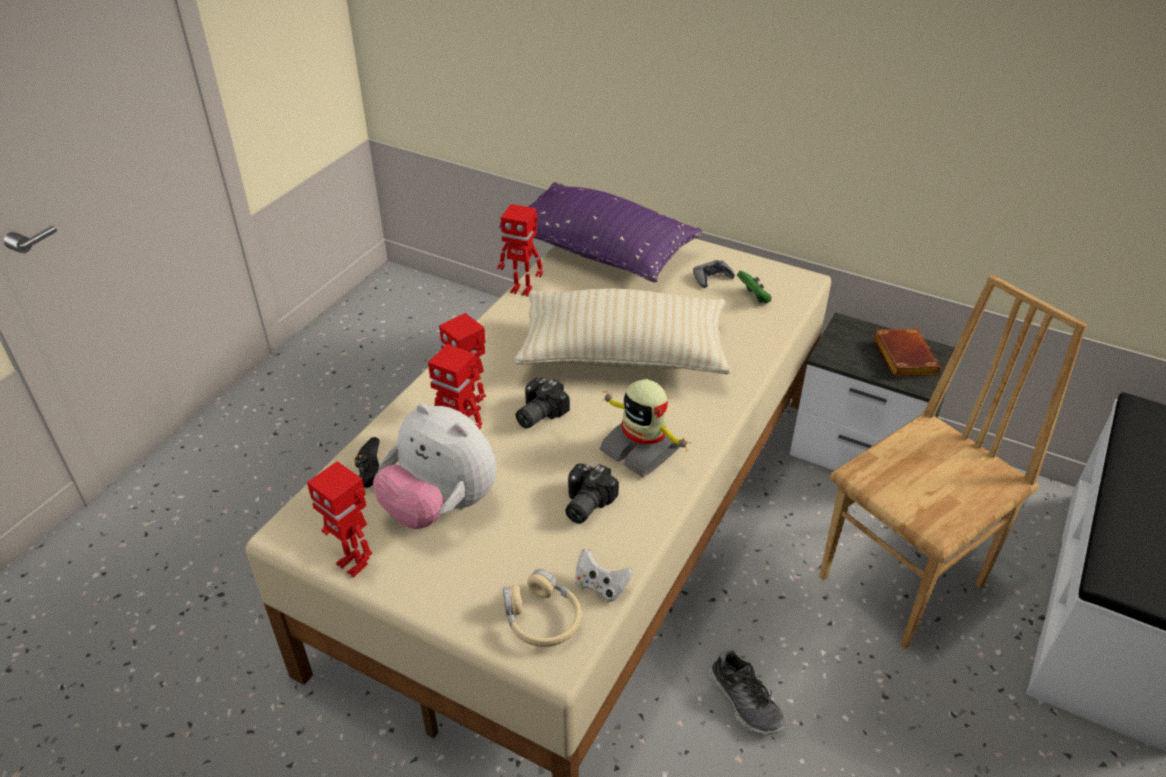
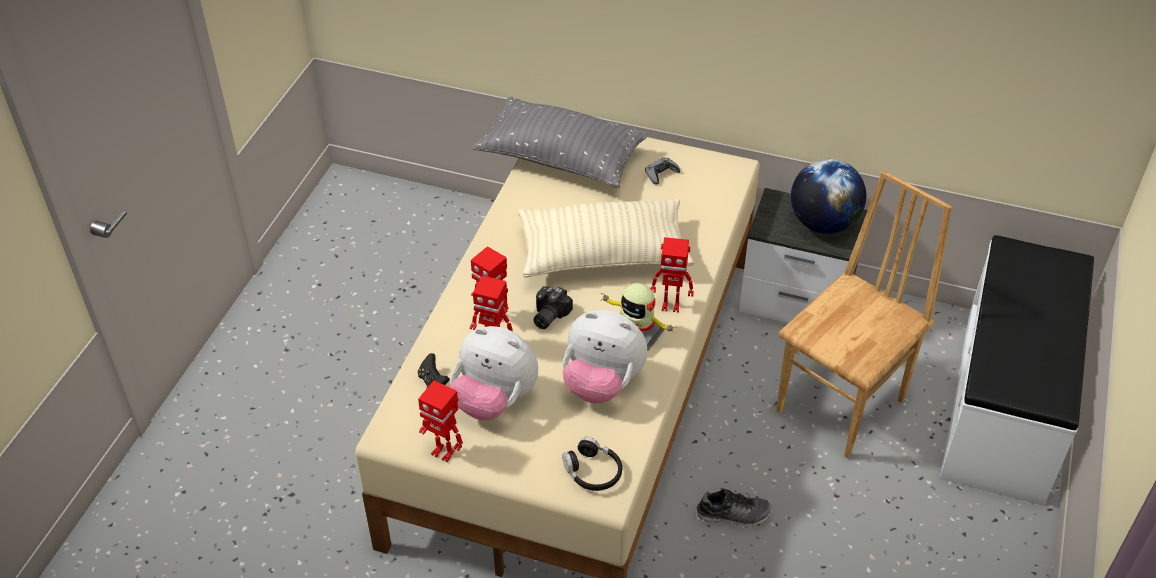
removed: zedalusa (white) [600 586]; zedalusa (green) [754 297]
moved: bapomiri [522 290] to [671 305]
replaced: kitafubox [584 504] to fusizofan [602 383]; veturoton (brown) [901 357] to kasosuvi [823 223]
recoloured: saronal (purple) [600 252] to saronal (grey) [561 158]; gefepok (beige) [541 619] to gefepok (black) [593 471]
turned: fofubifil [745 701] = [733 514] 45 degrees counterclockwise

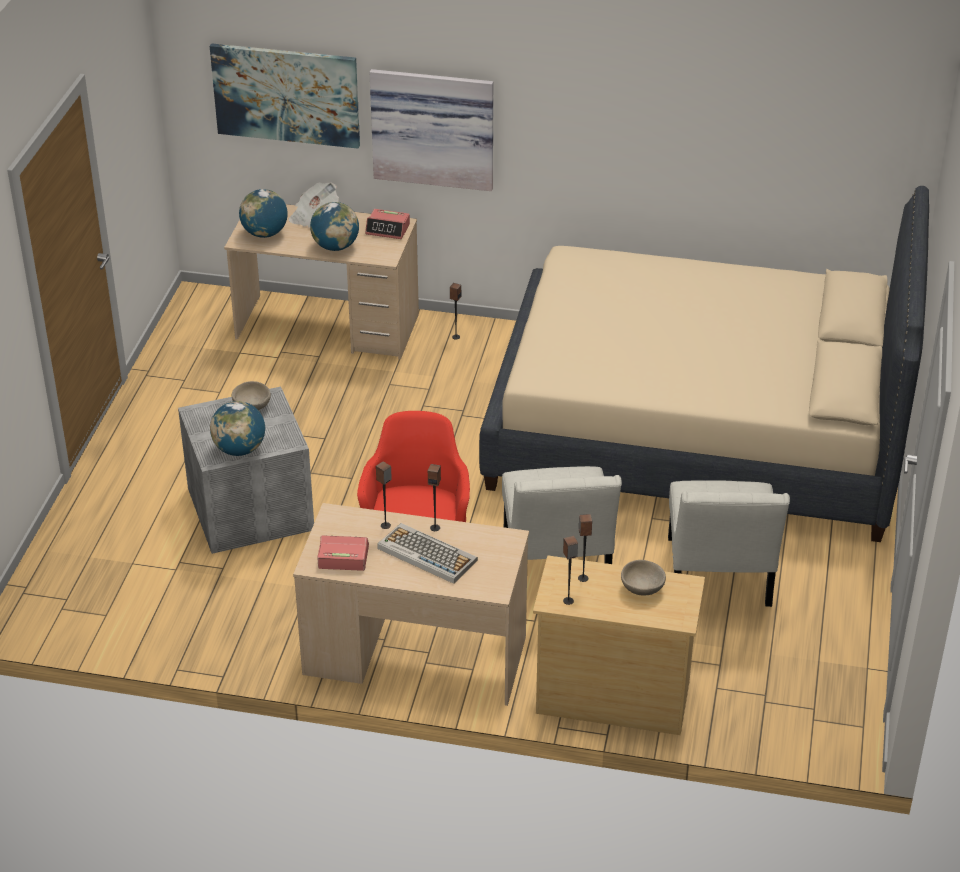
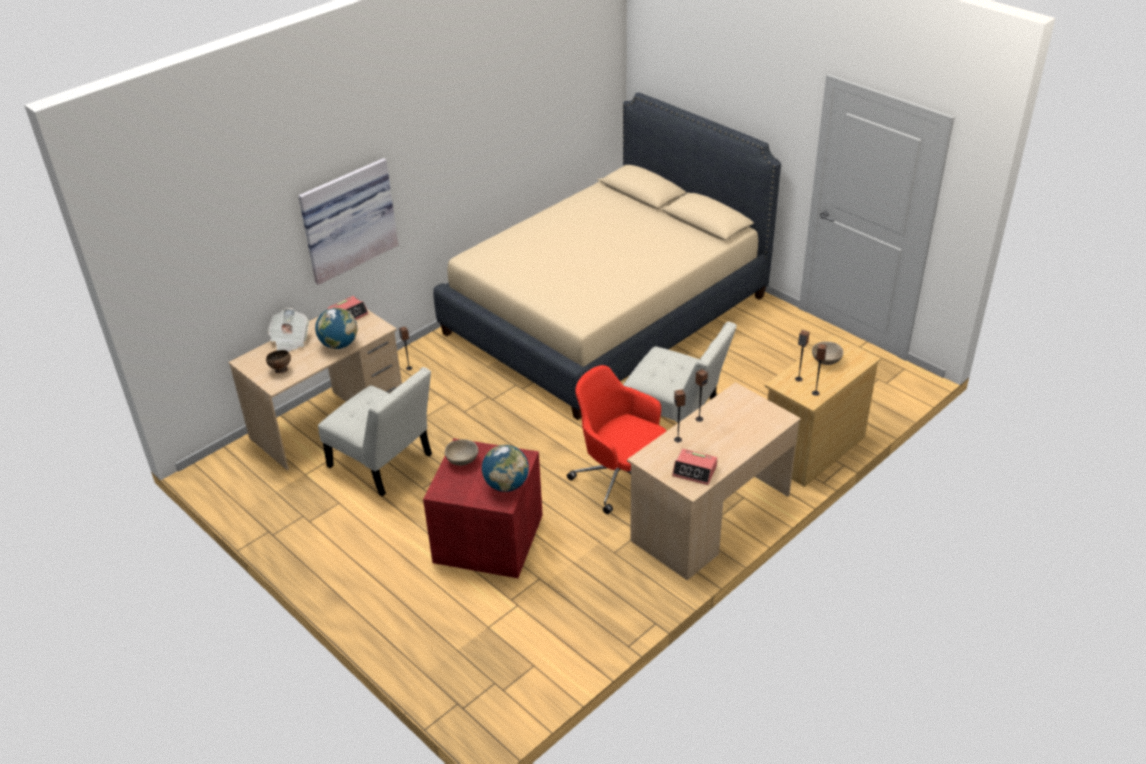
removed: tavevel [286 95]; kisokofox [426 554]
moved: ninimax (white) [718 577] to [384 463]
replaced: kasosuvi [265 233] to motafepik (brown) [280 370]
recoloured: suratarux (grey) [248 508] to suratarux (red) [486 539]
turned: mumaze [343 557] = [695 471] 105 degrees counterclockwise

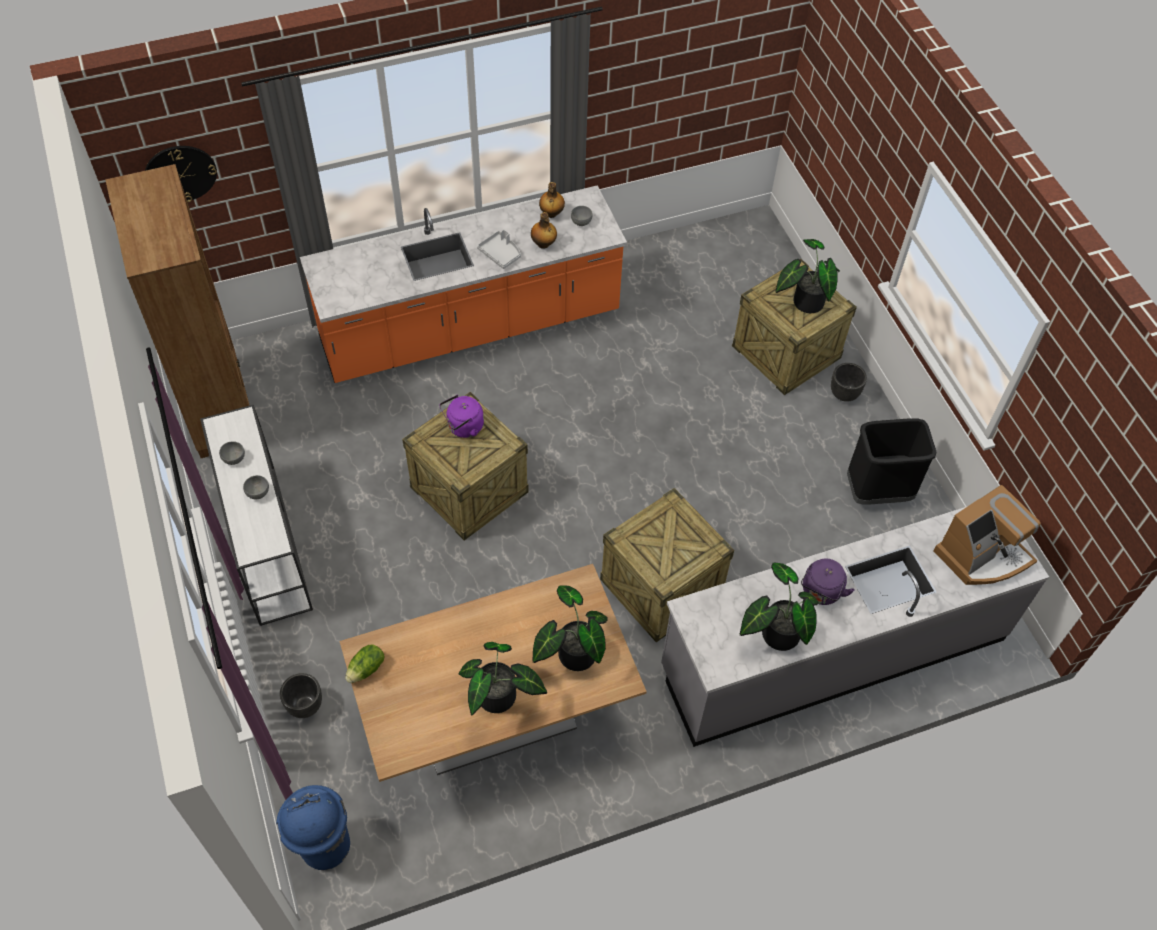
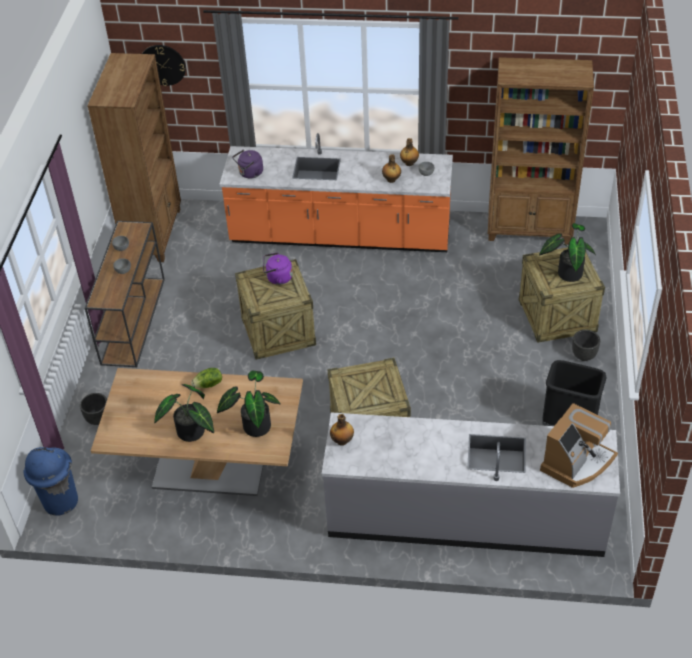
removed: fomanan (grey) [501 254]; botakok [775 633]
added: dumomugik [342 441]; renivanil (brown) [530 230]
moved: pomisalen [366 669] to [208 384]; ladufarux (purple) [821 592] to [250 173]
recoloured: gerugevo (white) [266 542] to gerugevo (brown) [133 320]
turned: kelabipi [982 555] = [577 462] 45 degrees counterclockwise

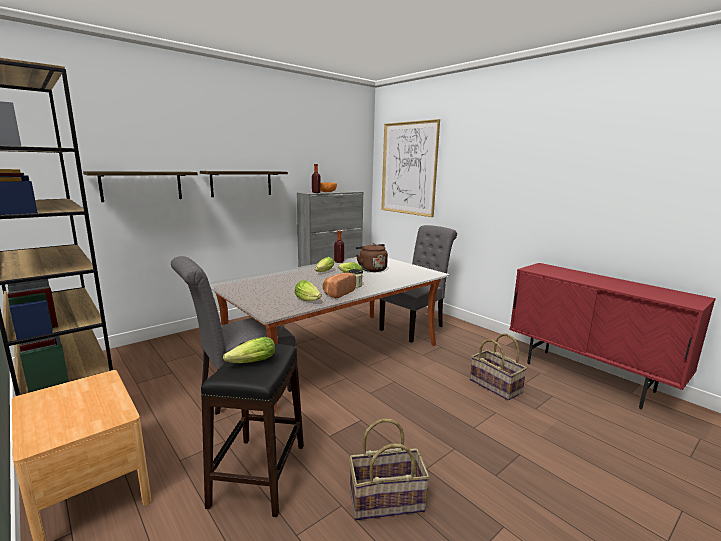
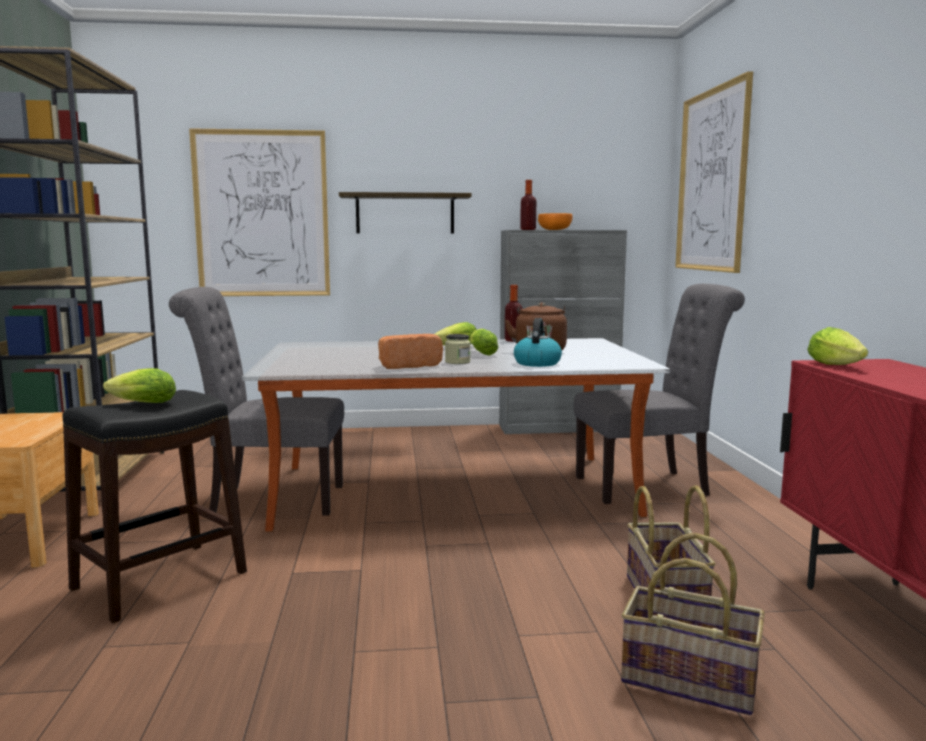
added: ladufarux [537 363]
moved: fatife [386 499] to [690 679]; pomisalen [308 300] to [837 365]
replaced: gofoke [142 186] to tavevel [262 214]

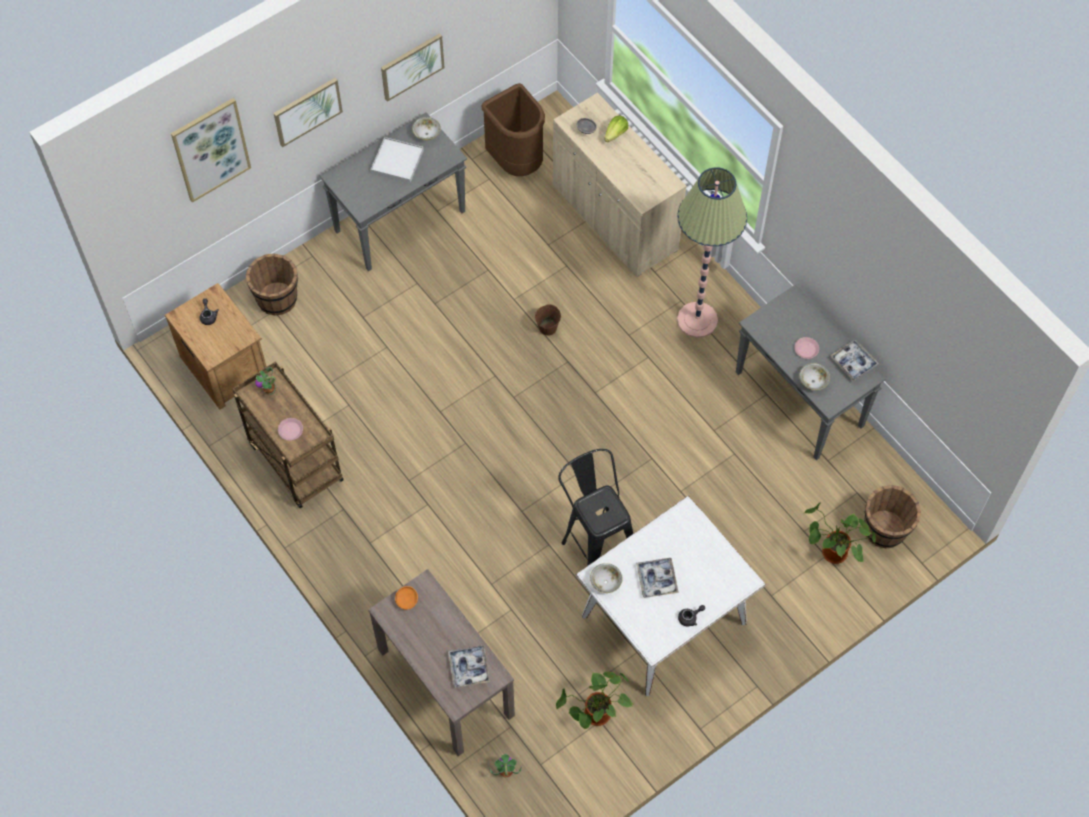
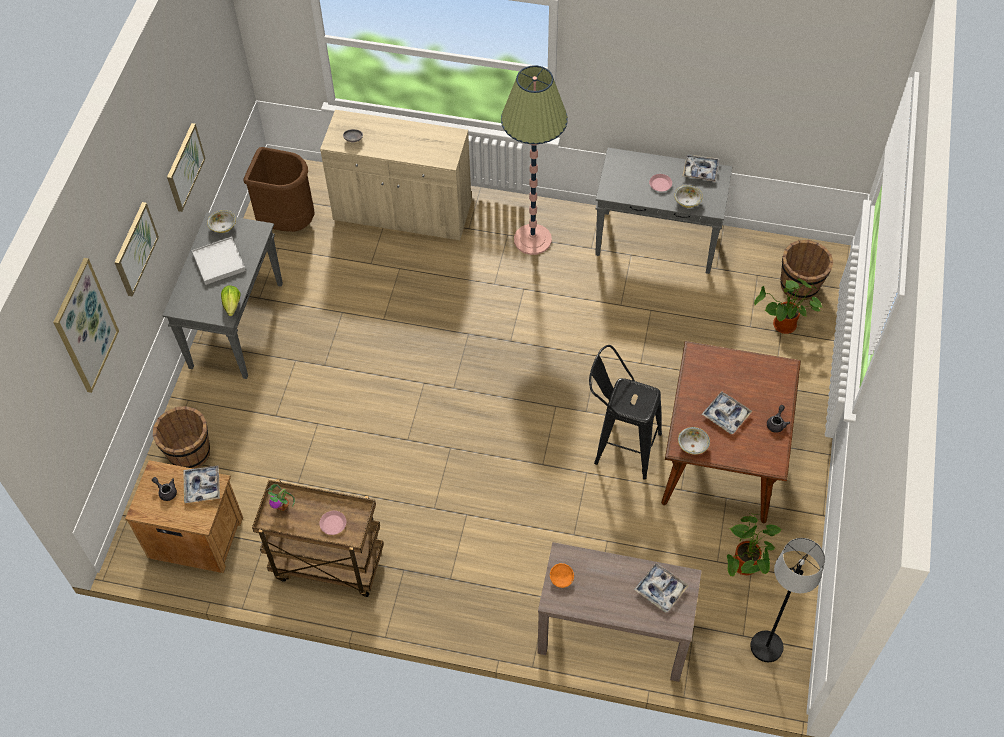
removed: botakok [505 772]; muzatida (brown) [548 327]
added: fomanan [202 486]; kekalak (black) [766 647]
moved: pomisalen [616 134] to [232 305]
recoloured: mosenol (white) [664 619] to mosenol (brown) [721 459]

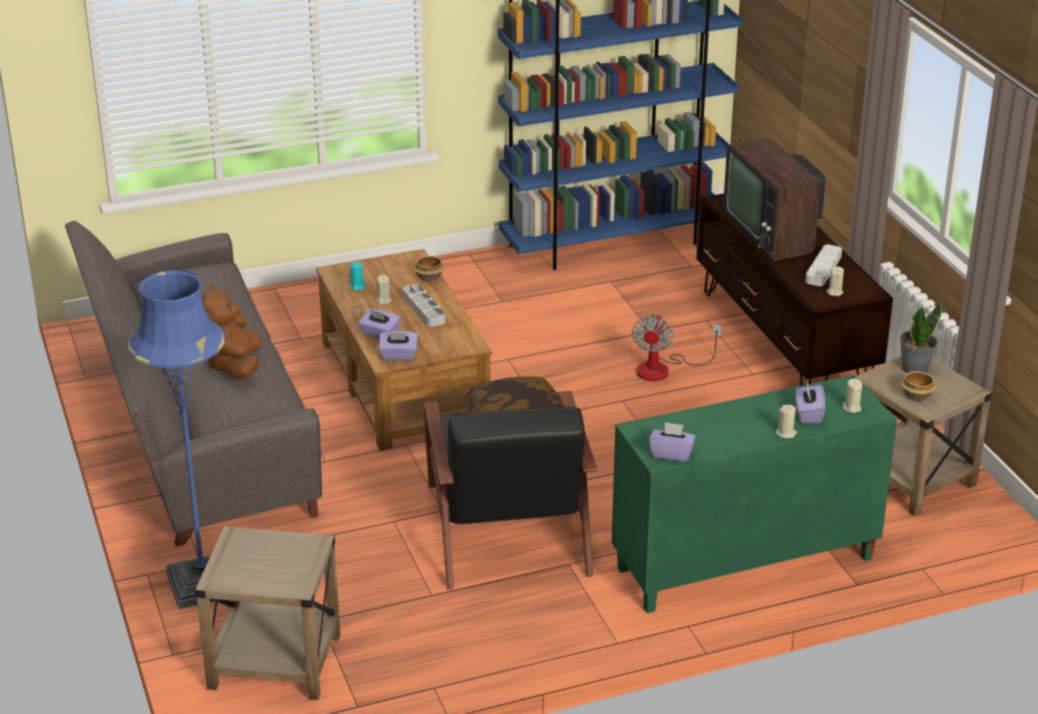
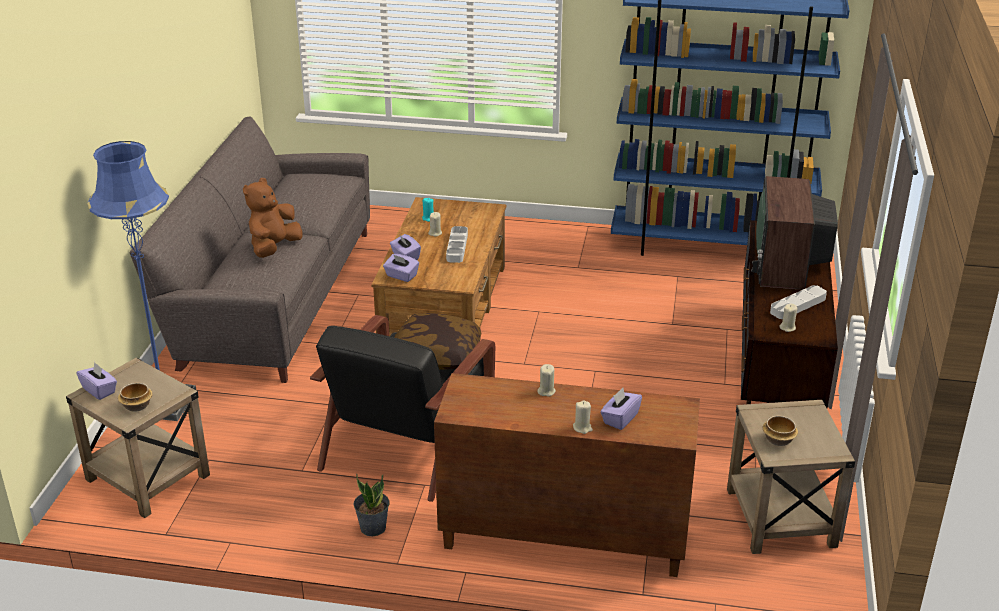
removed: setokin [663 369]
moved: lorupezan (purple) [671 454] to [99 390]; motafepik [429 278] to [136 406]; botakok [914 368] to [373 527]; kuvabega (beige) [851 408] to [546 391]
recoloured: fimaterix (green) [744 564] to fimaterix (brown) [562 539]

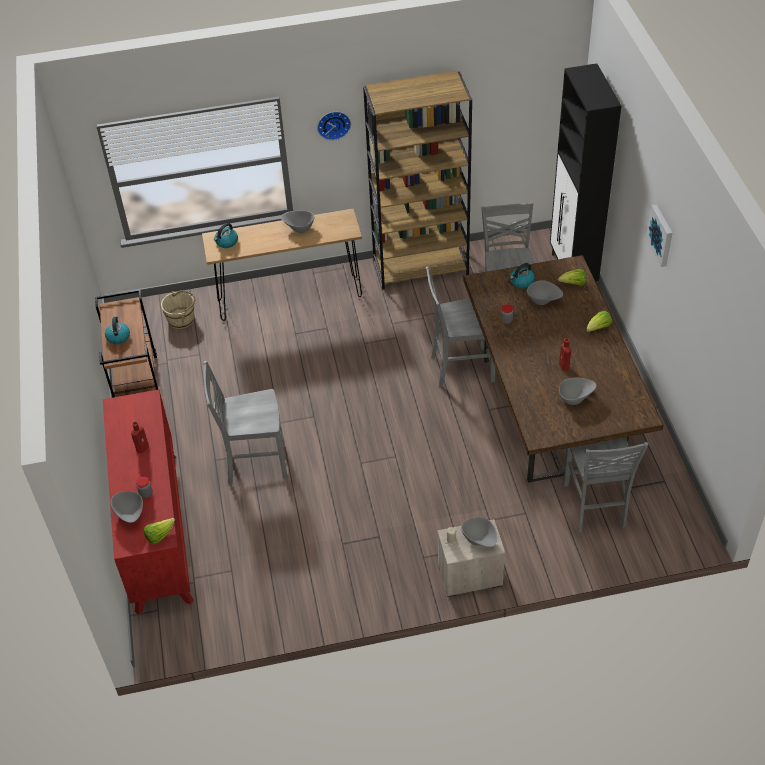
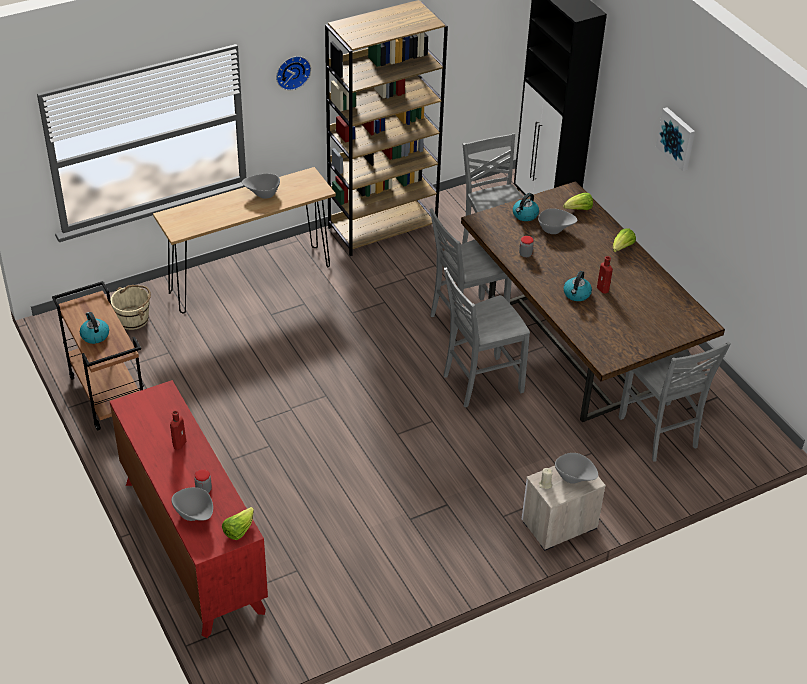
removed: motafepik (grey) [575 398]
moved: ninimax (grey) [254 462] to [480 383]; ladufarux [226 242] to [576 294]

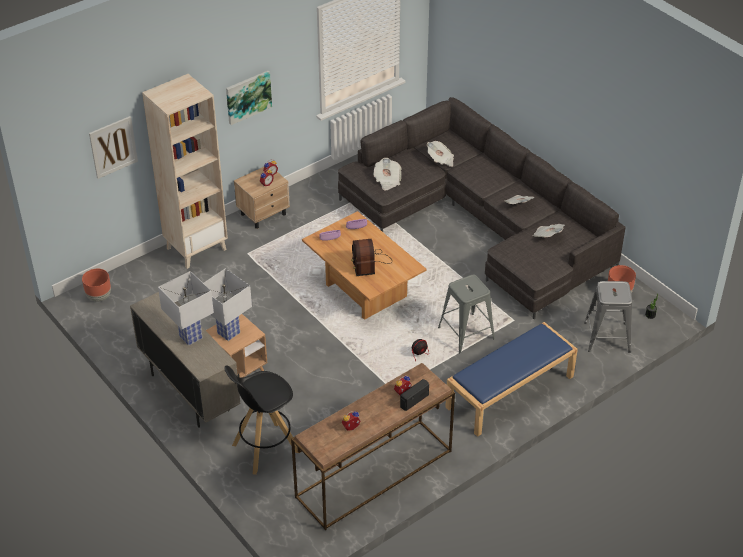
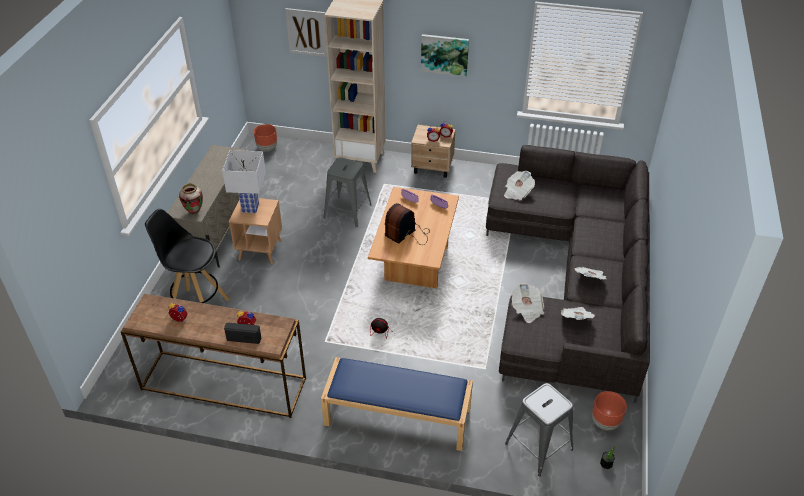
removed: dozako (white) [191 336]
added: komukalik [194 212]
moved: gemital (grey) [466 333] to [347 211]; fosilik [440 160] to [527 309]

